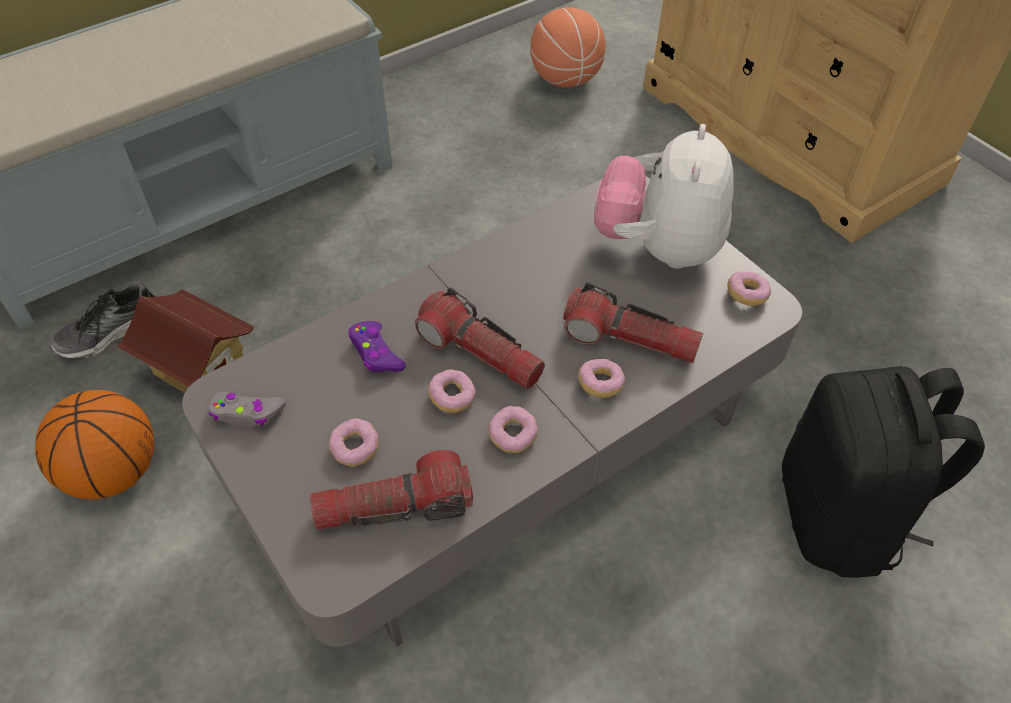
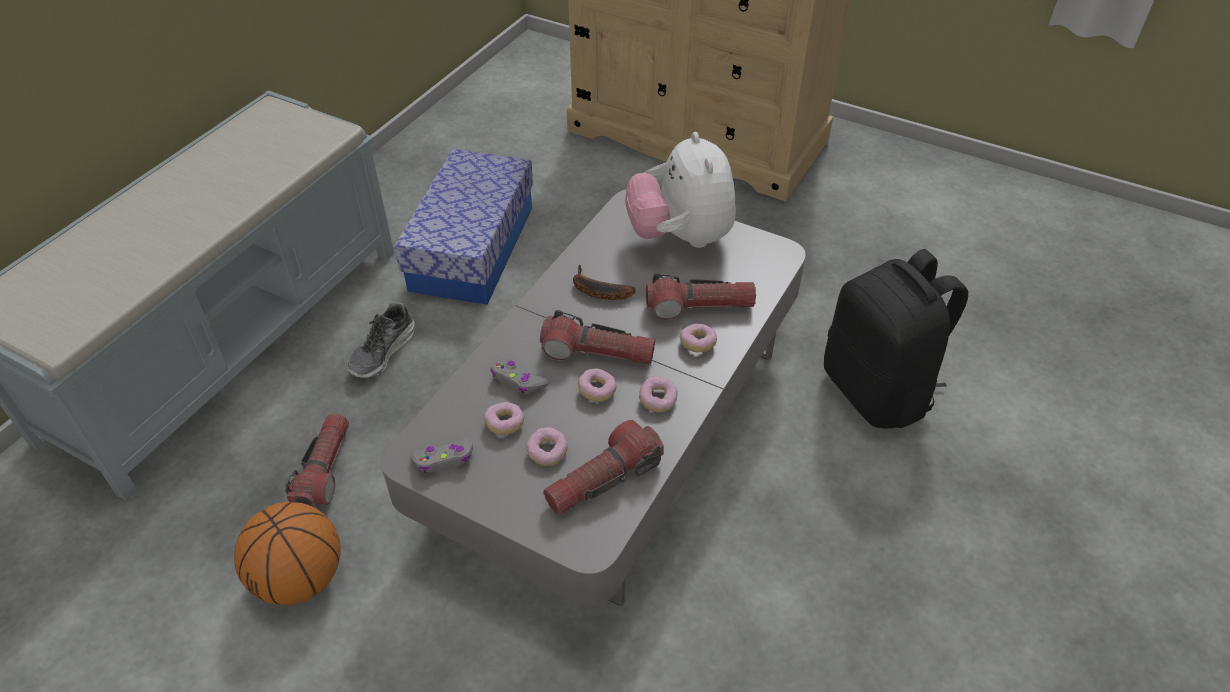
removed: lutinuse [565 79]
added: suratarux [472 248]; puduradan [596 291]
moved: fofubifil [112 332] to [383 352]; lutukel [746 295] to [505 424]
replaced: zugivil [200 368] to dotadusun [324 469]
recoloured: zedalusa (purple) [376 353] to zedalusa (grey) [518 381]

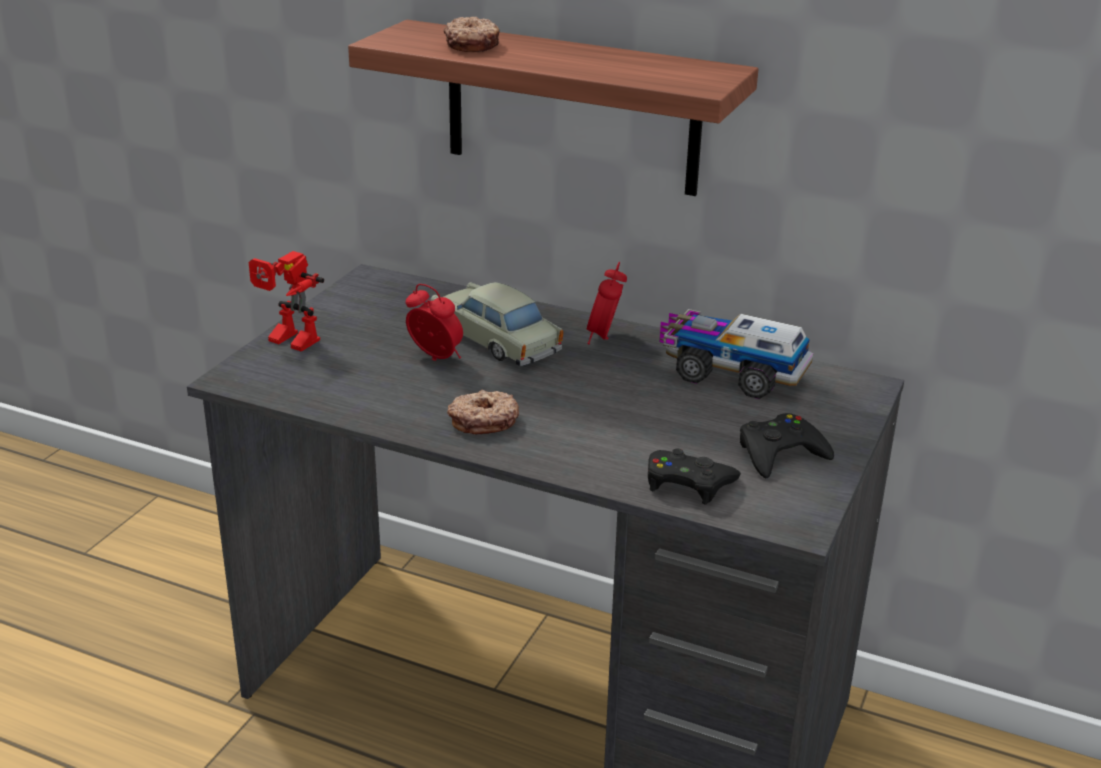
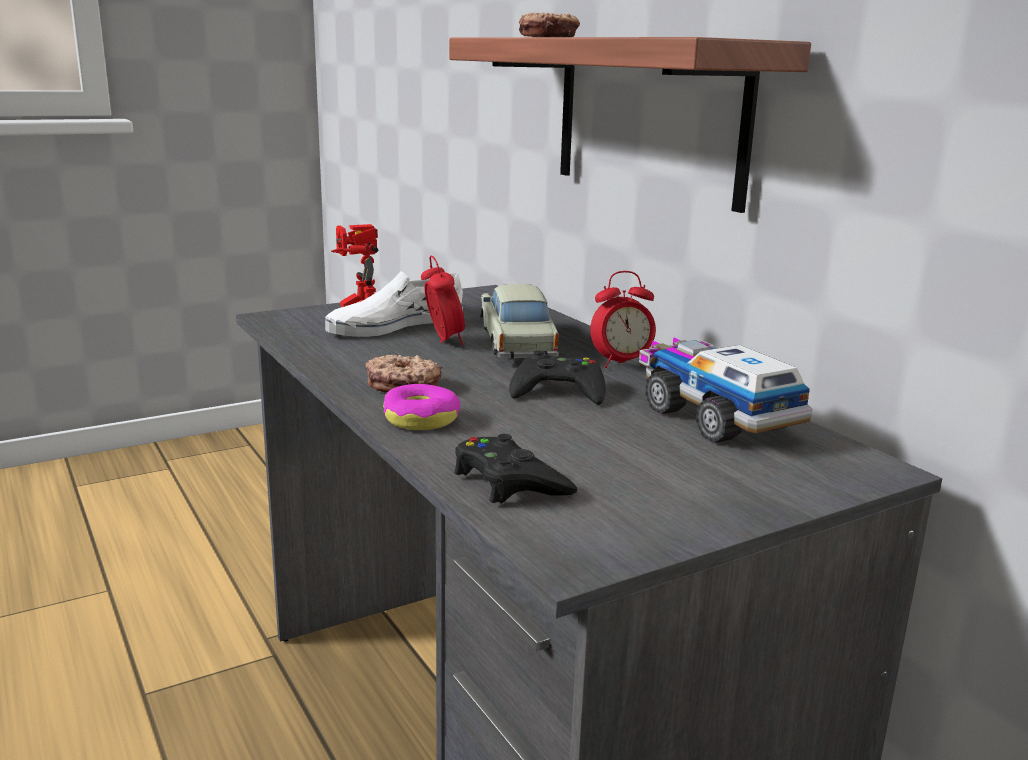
added: fofubifil (white) [395 325]; lutukel [421 419]
moved: zedalusa (black) [780 454] to [559 390]
turned: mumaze [604 338] = [622 364] 150 degrees counterclockwise

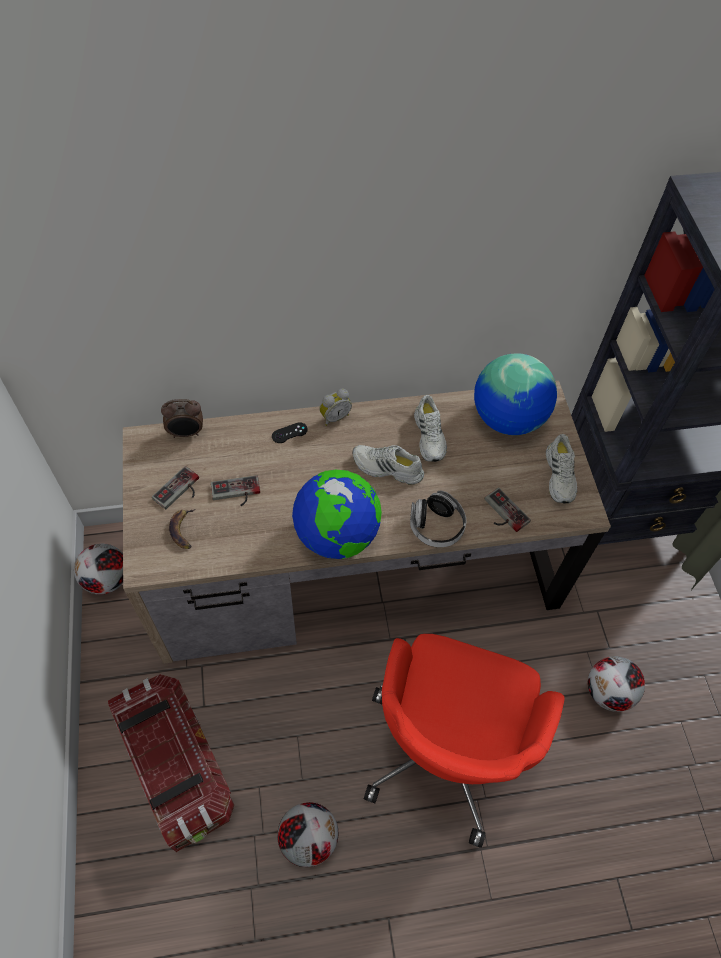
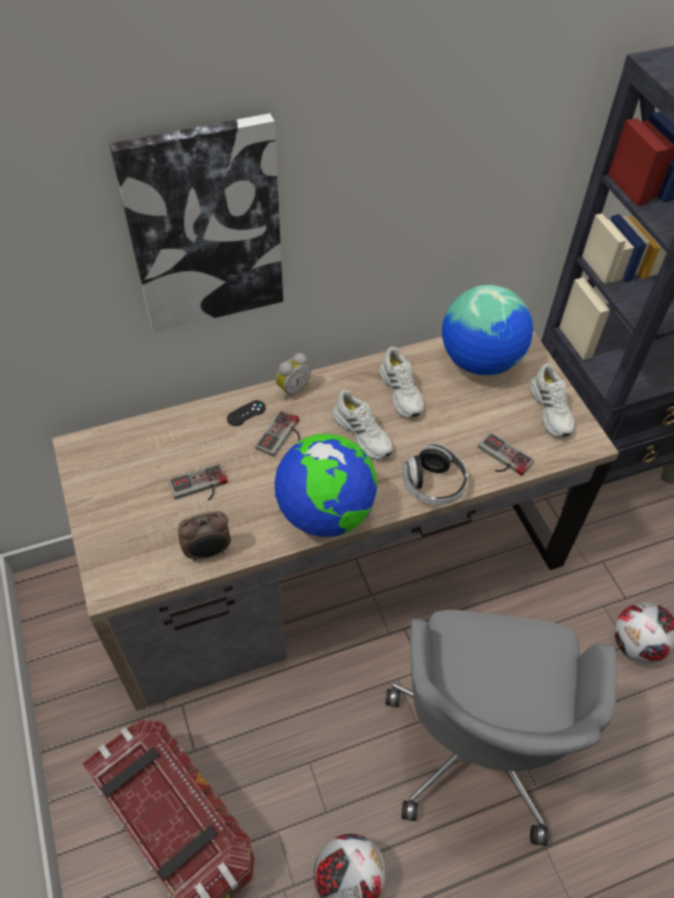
removed: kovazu [107 580]; puduradan [183 530]
added: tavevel [204 227]
moved: mumaze [186 433] to [208 552]; zedalusa [180 491] to [283 436]
recoloured: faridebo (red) [447 747] to faridebo (grey) [480 740]
turned: fofubifil (white) [387 468] = [363 433] 135 degrees counterclockwise

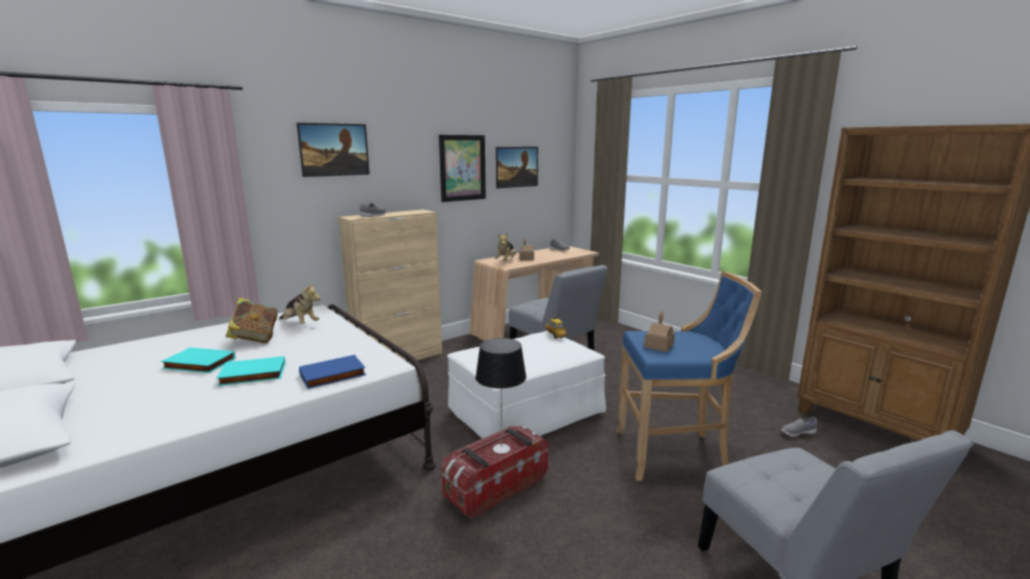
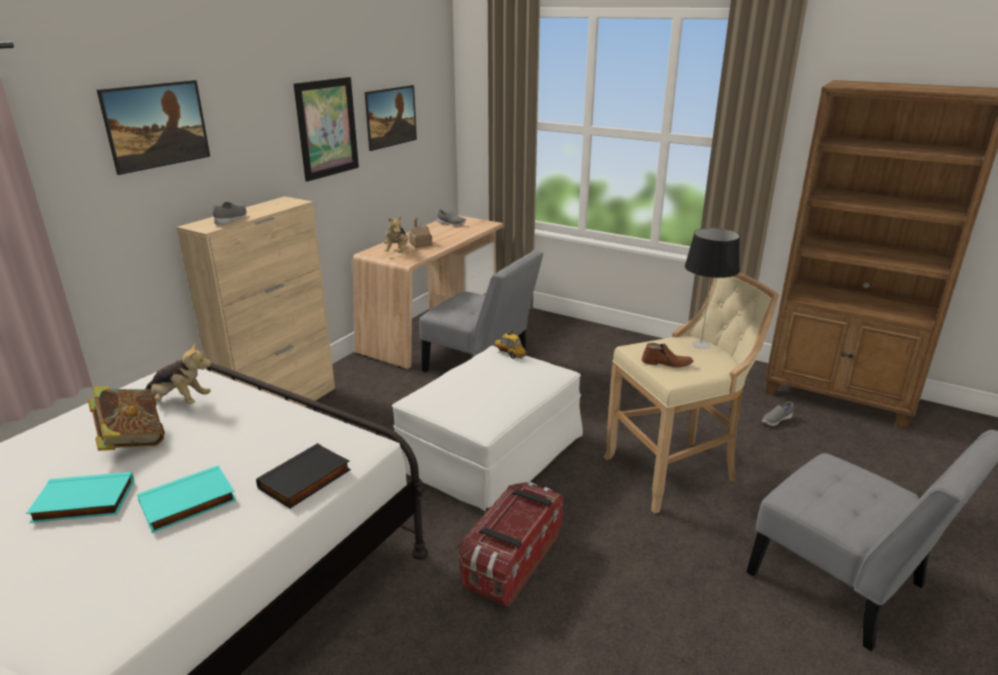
moved: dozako [501 448] to [700 344]
replaced: zugivil [658 346] to fofubifil (brown) [666 363]
recoloured: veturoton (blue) [332 376] to veturoton (black) [306 480]; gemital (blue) [674 453] to gemital (beige) [675 471]

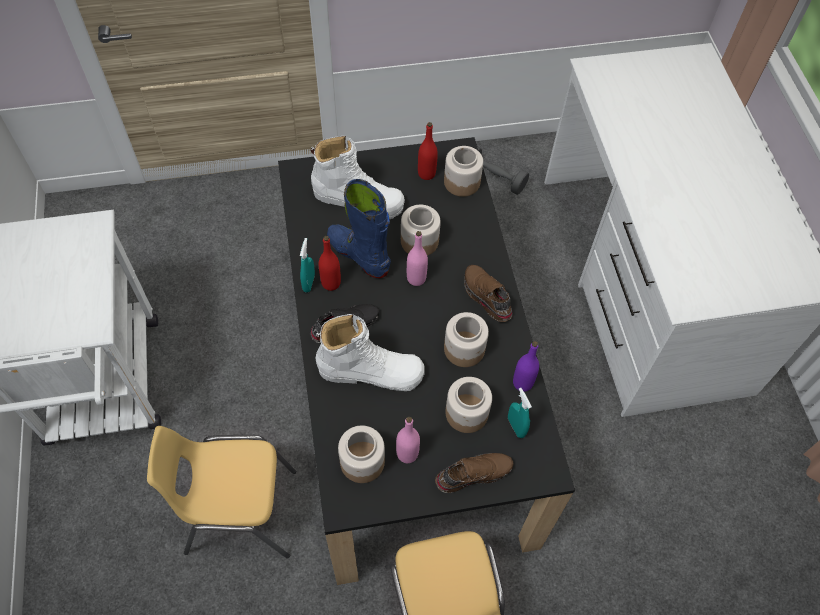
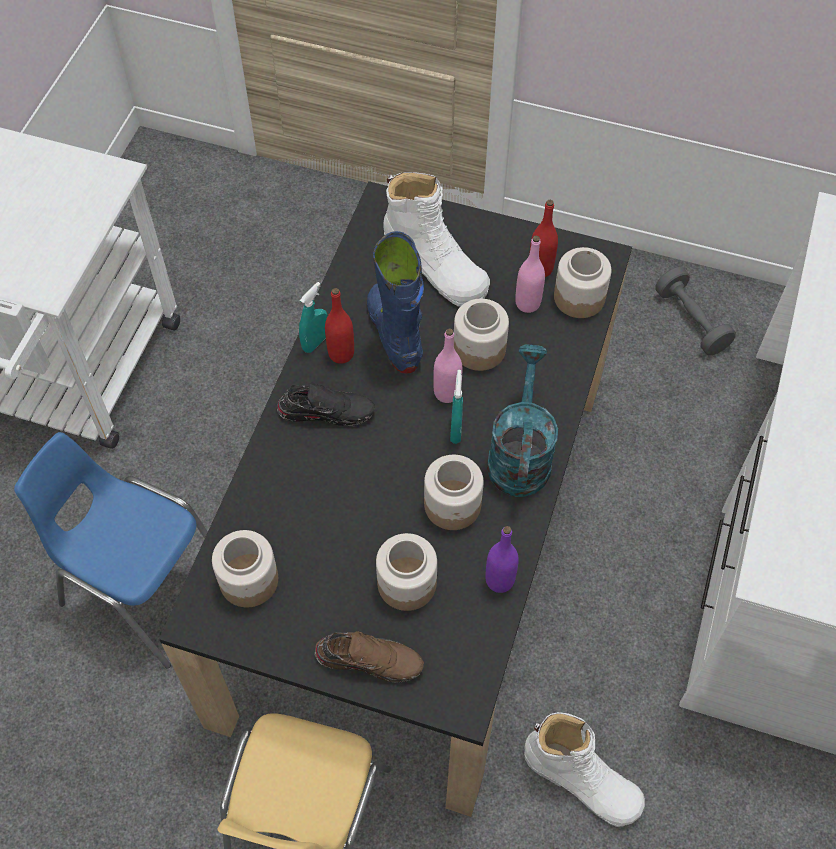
moved: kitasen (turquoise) [516 427] to [456 430]; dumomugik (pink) [407 454] to [527 303]; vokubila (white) [371 371] to [582 780]
replaced: fofubifil (brown) [485 297] to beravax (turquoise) [519 453]
recoloured: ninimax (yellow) [240 512] to ninimax (blue) [144 588]

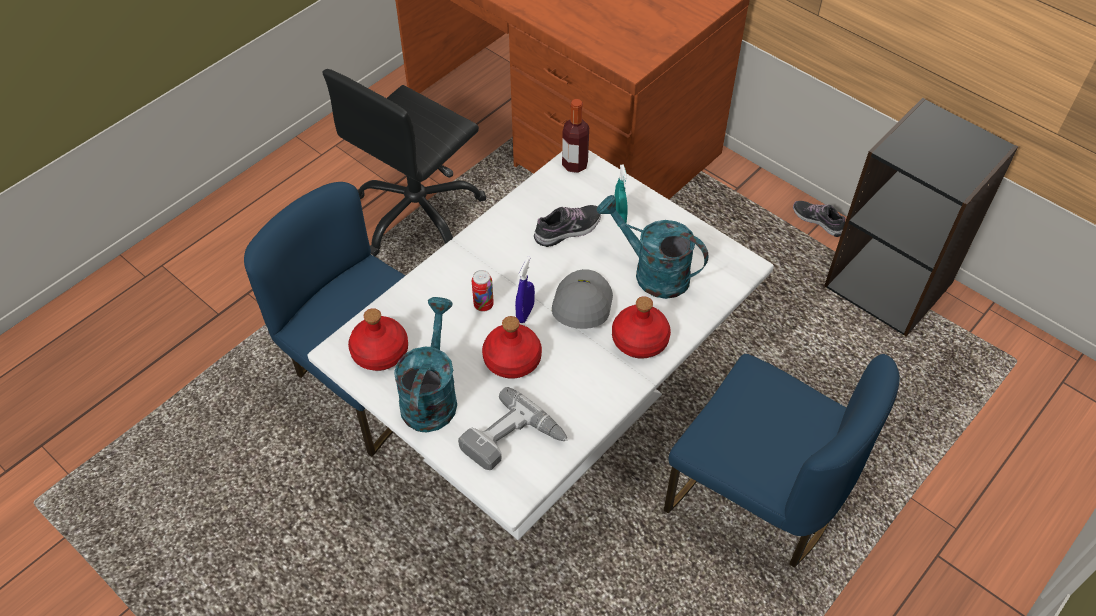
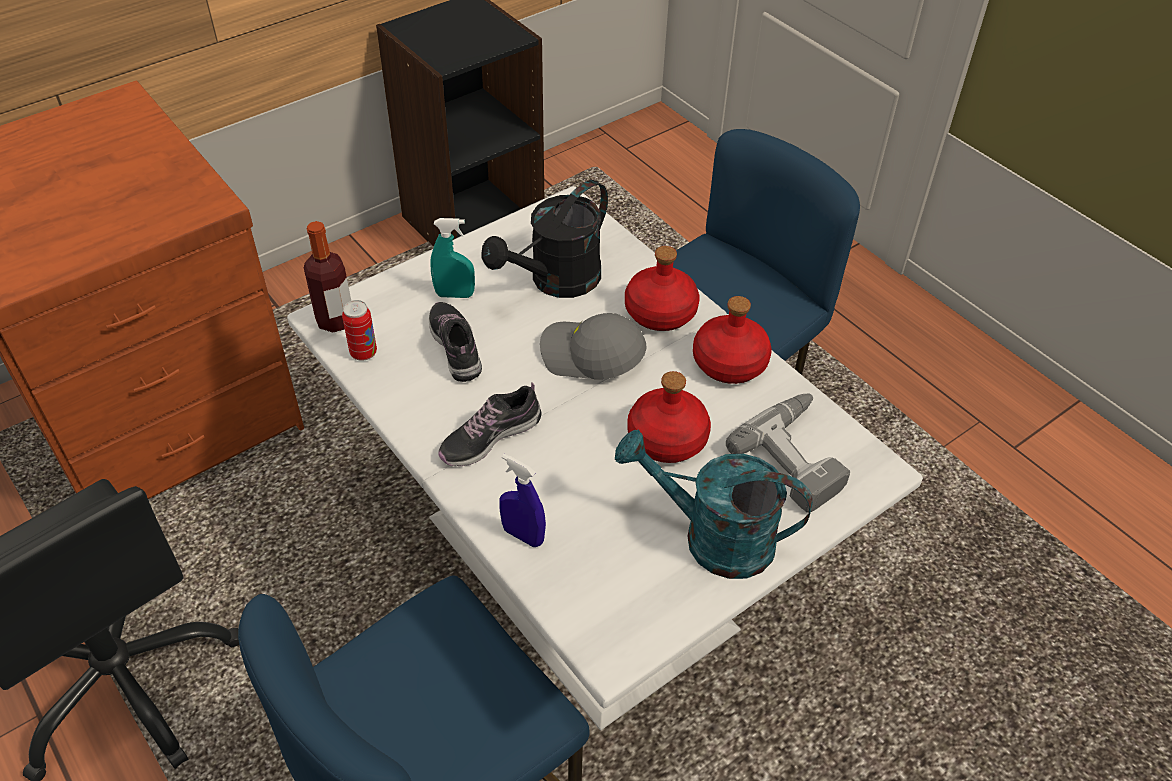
moved: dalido [483 305] to [363 353]; fofubifil [818 221] to [490 437]; kitasen (blue) [525 313] to [523 535]; dumomugik (red) [379 352] to [729 363]
recoloured: beravax (turquoise) [652 272] to beravax (black) [556 282]

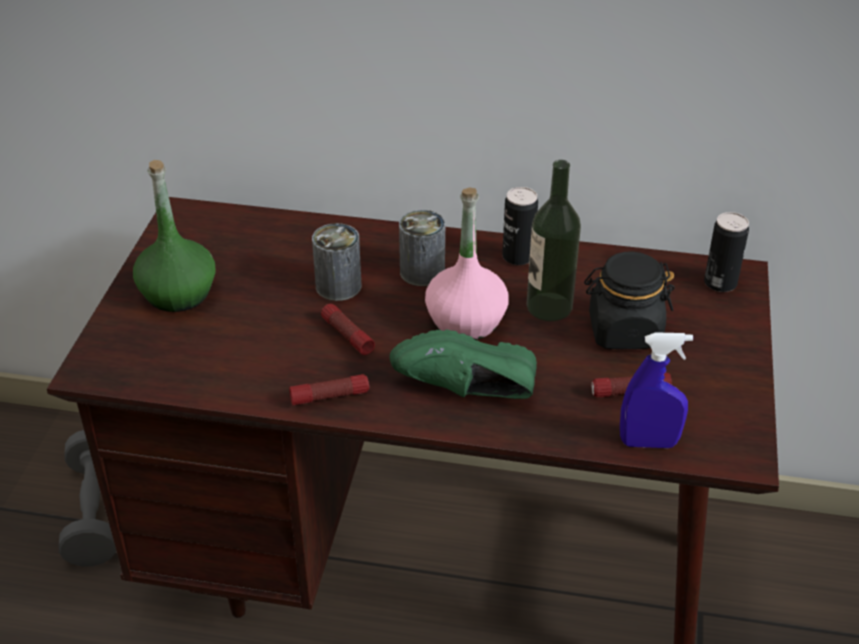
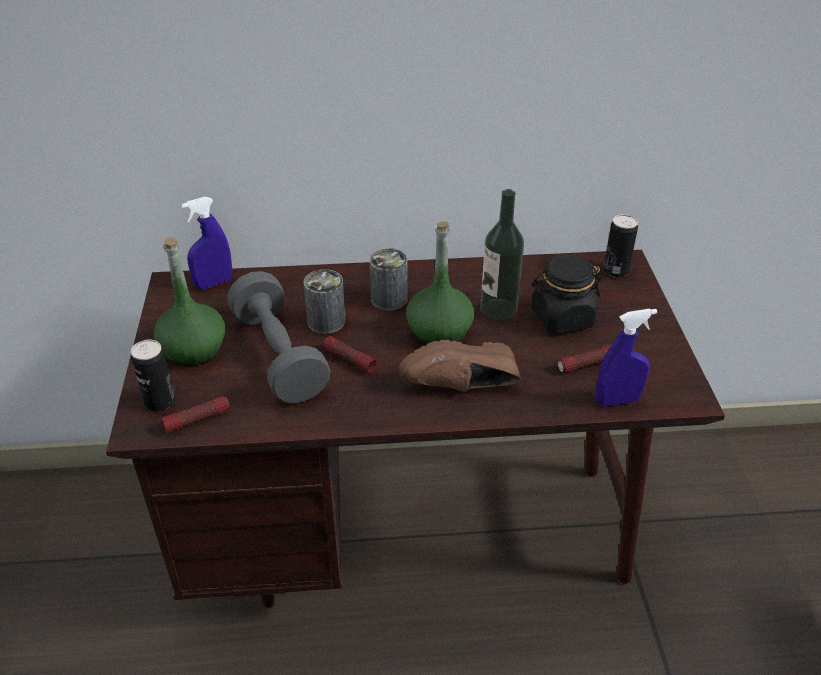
added: kitasen (blue) [214 283]
moved: dalido [518 256] to [160 402]; dotadusun [329 396] to [197 420]; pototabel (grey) [94 513] to [279 356]
recoloured: fofubifil (green) [466 392] to fofubifil (brown) [463 387]; dumomugik (pink) [465 321] to dumomugik (green) [439 332]

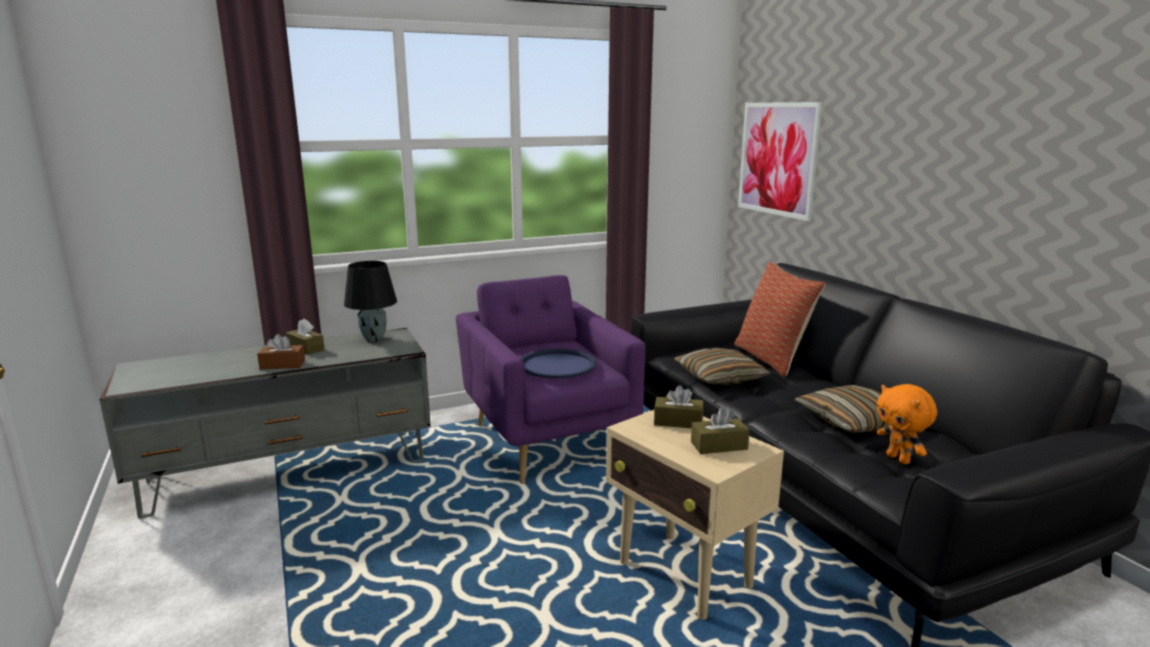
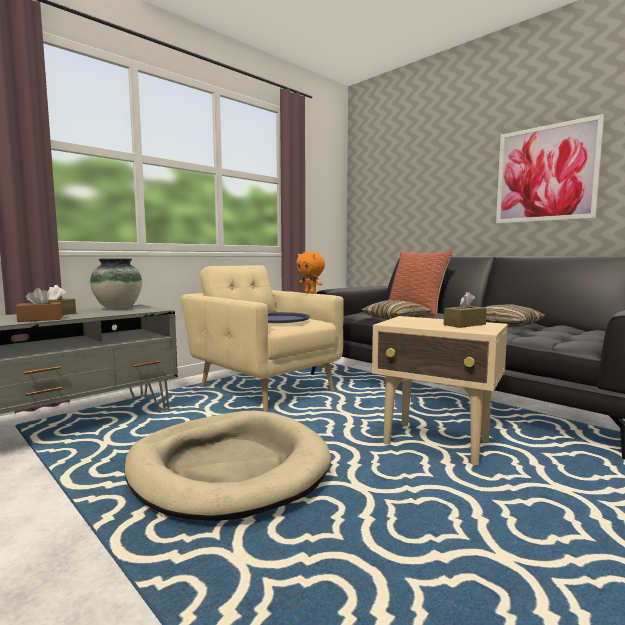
removed: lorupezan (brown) [678 422]
added: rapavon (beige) [228 468]
moved: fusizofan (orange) [899 459] to [310 293]; tavevel [777 159] to [545 173]
replaced: dozako (black) [373 339] to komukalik [117 308]
recoloured: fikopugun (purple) [547 438] to fikopugun (beige) [263 388]

